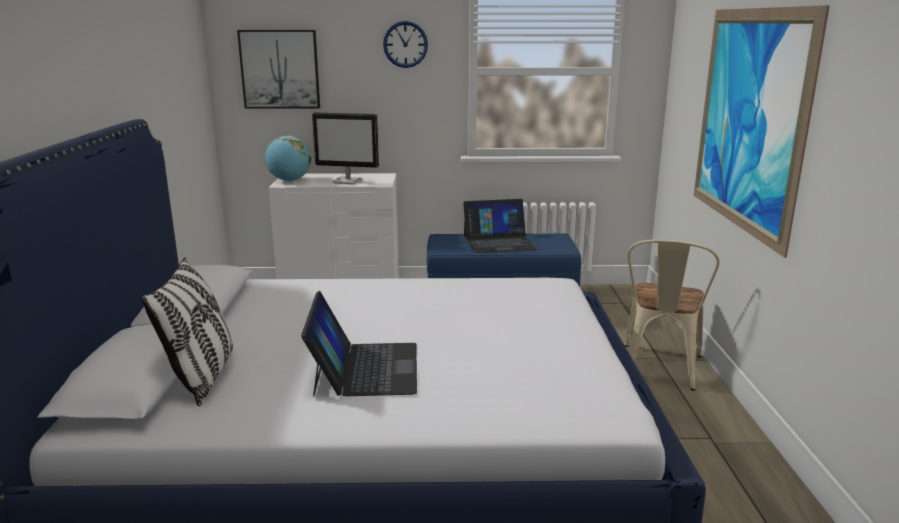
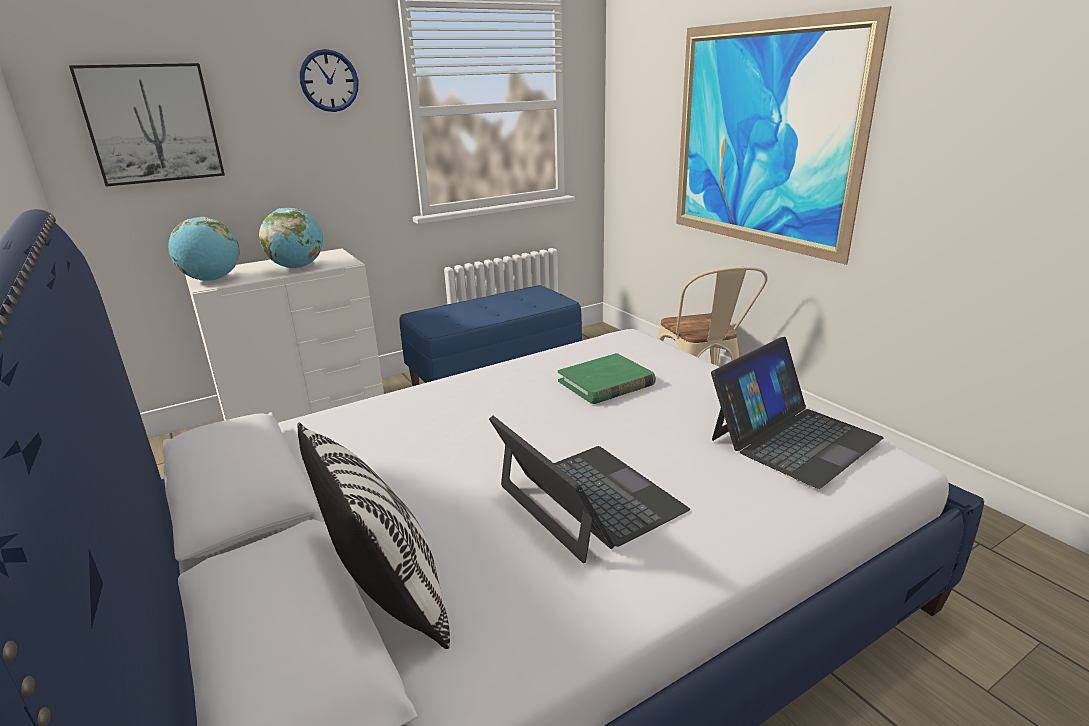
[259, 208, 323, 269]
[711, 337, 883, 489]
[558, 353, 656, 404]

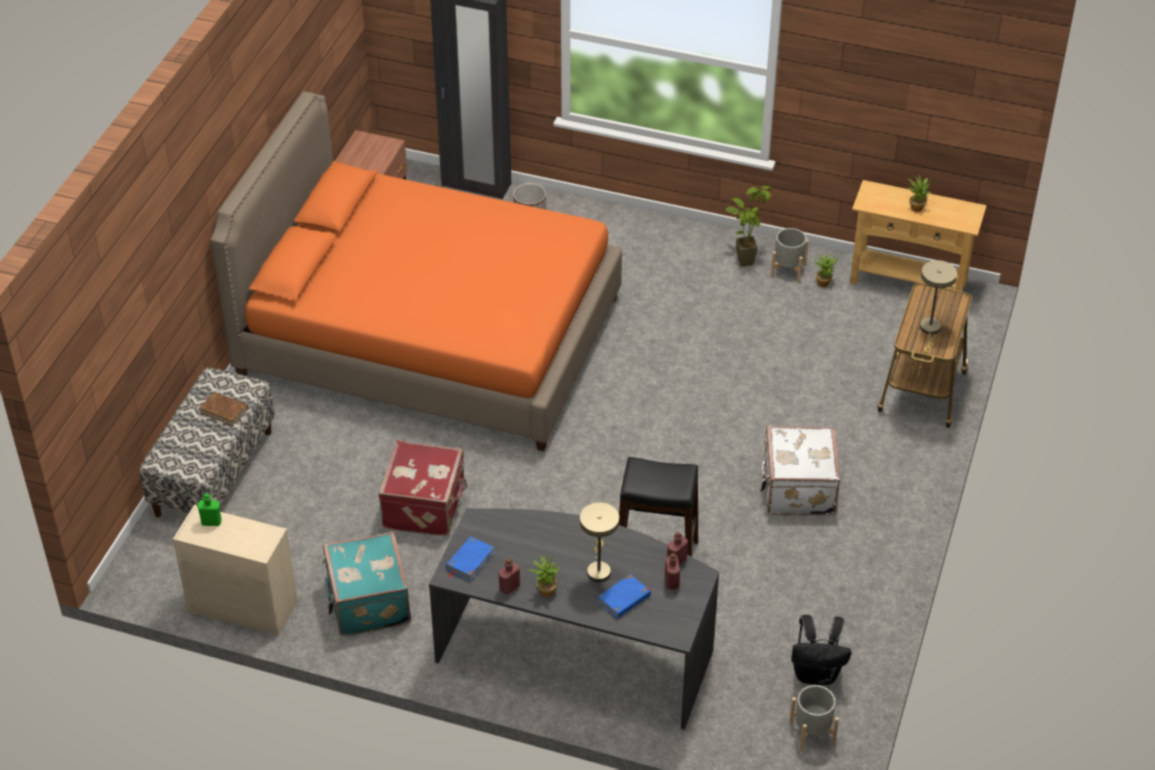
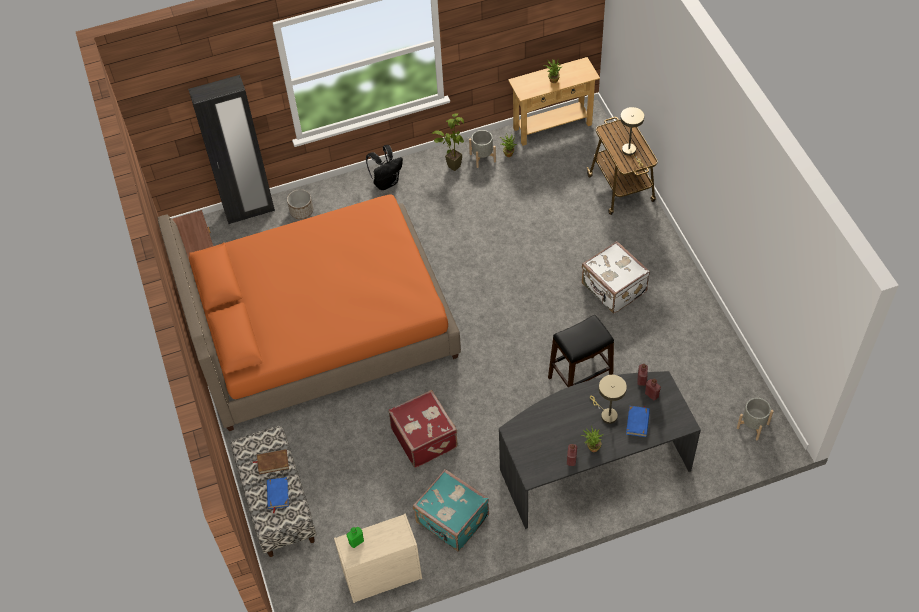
[267, 477, 289, 513]
[366, 145, 403, 190]

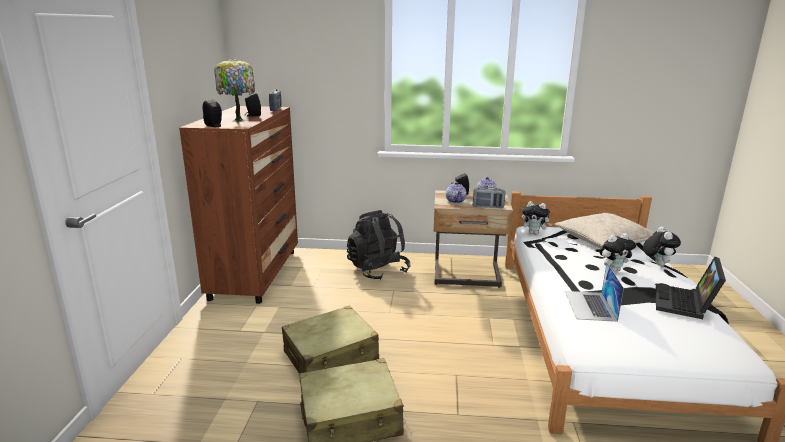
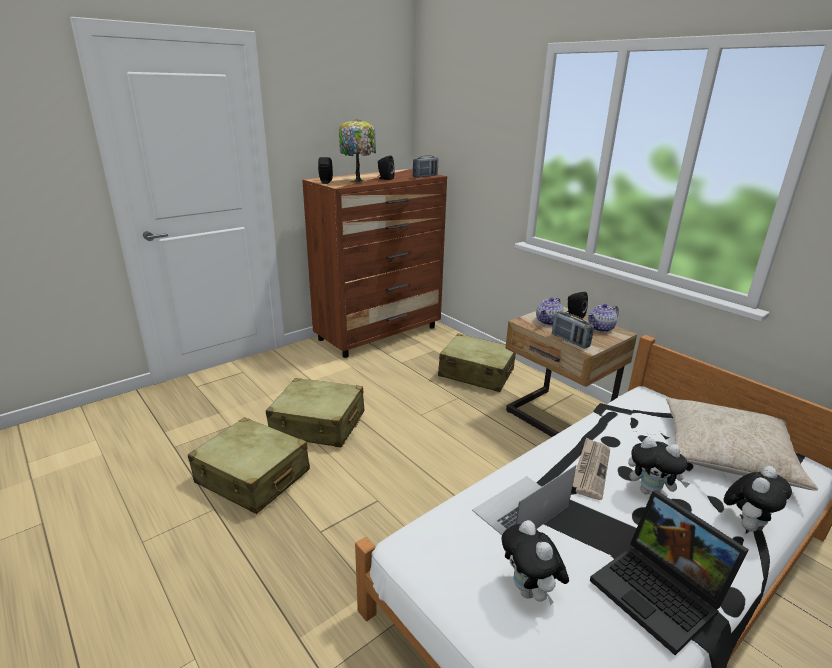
[502, 520, 569, 605]
[438, 333, 516, 392]
[590, 490, 749, 655]
[572, 437, 610, 500]

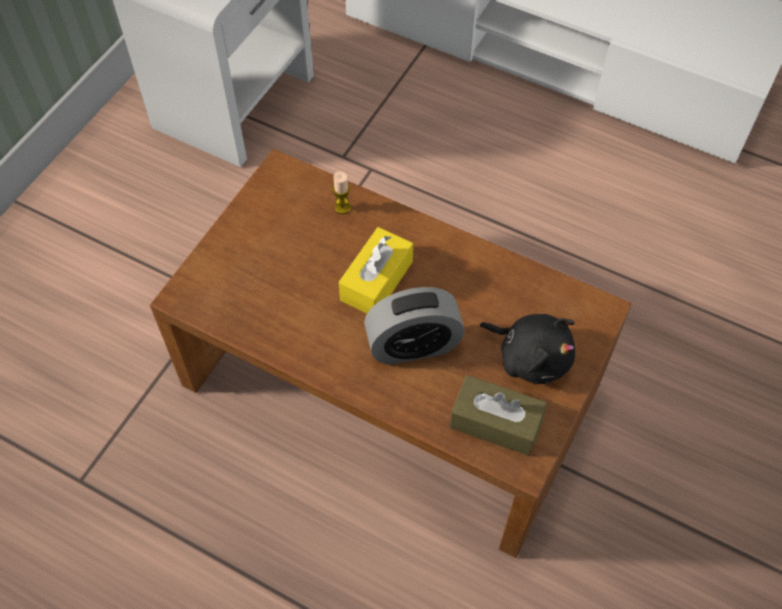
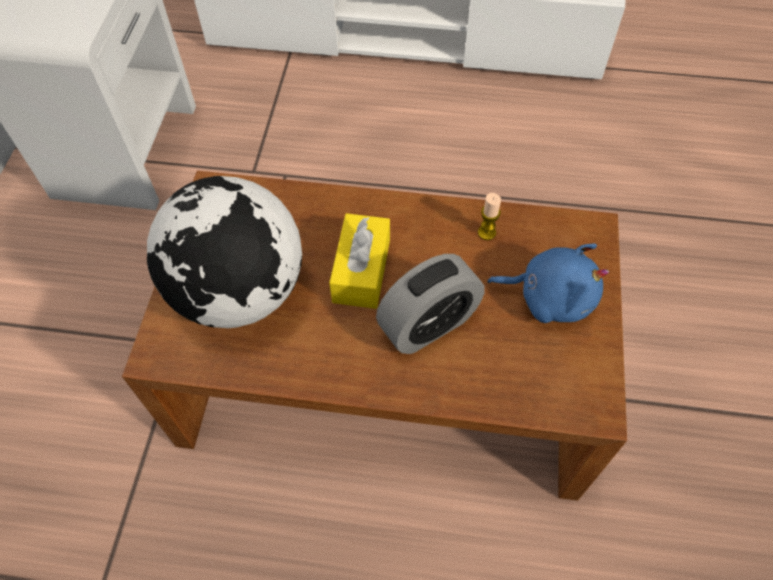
[478, 193, 501, 240]
[487, 243, 609, 323]
[450, 375, 547, 456] (first image)
[147, 176, 302, 328]

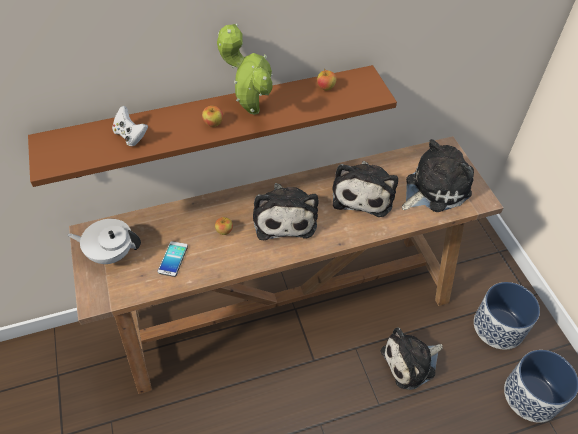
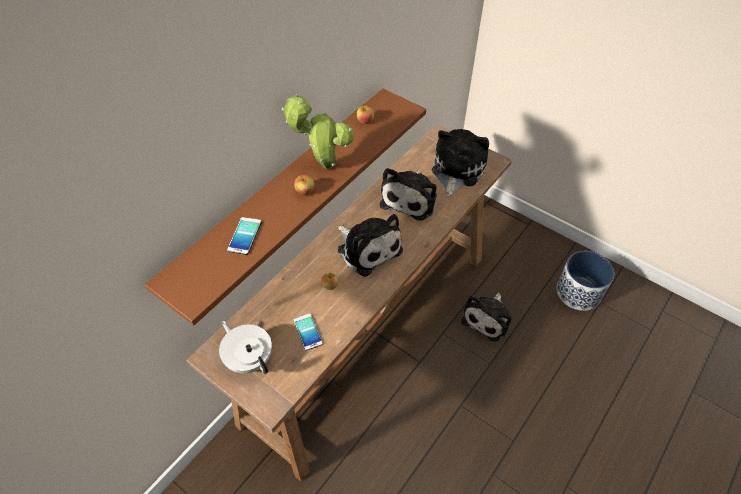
[227, 217, 262, 255]
[380, 168, 437, 221]
[219, 321, 272, 374]
[474, 282, 540, 350] (first image)

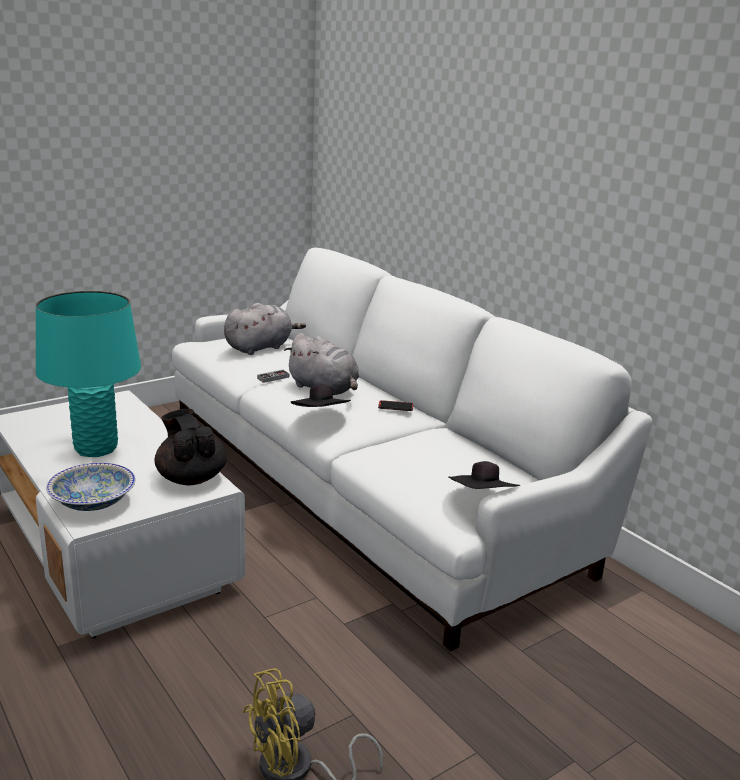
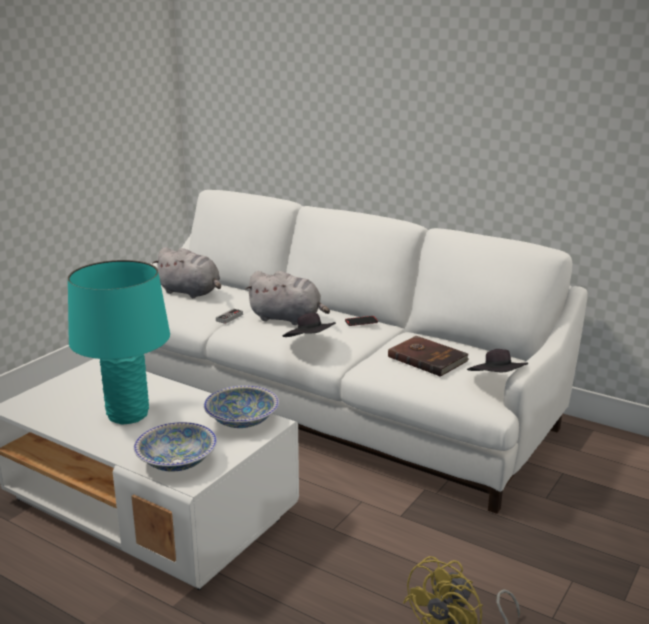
[152, 247, 221, 298]
[204, 385, 279, 428]
[388, 336, 469, 377]

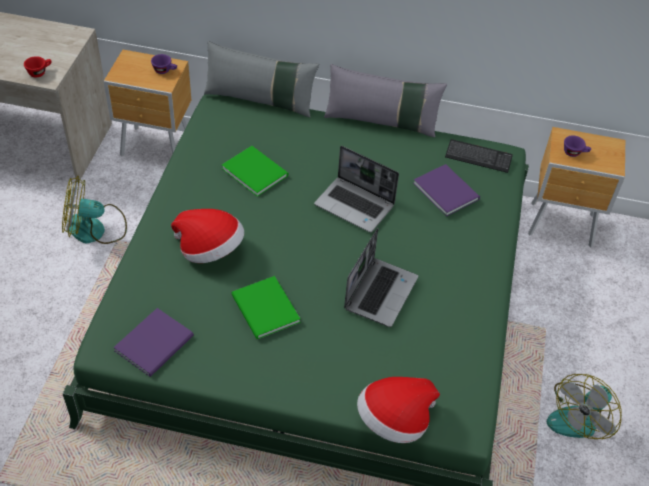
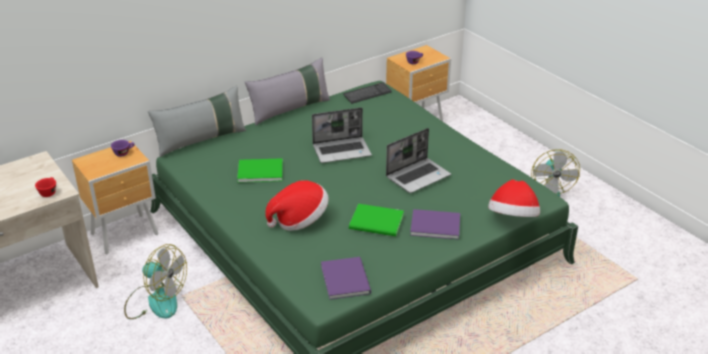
[410, 209, 460, 240]
[124, 244, 187, 319]
[386, 128, 451, 193]

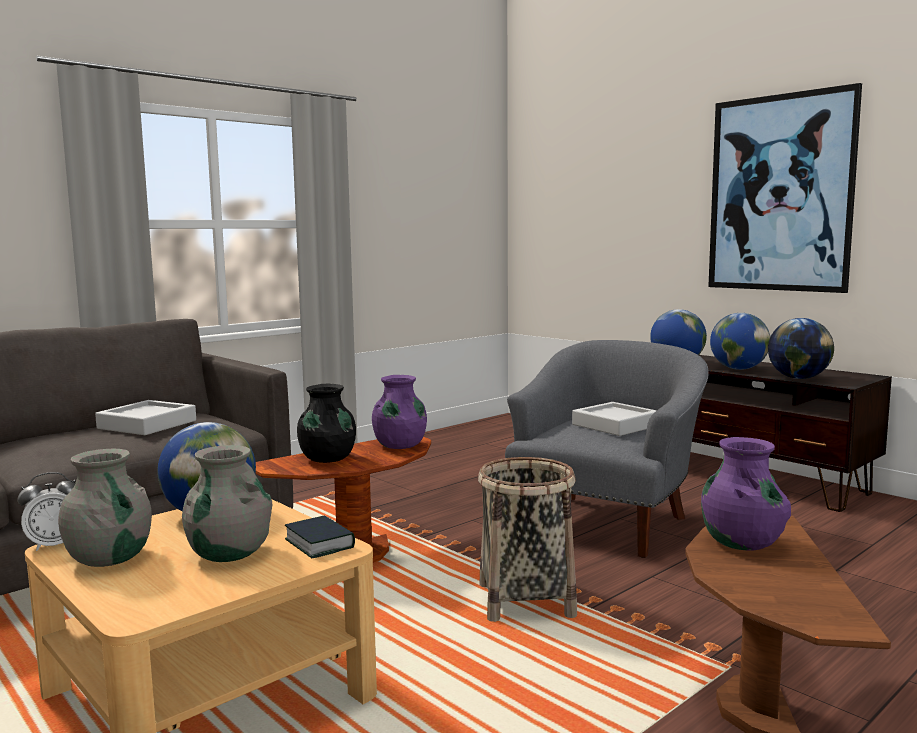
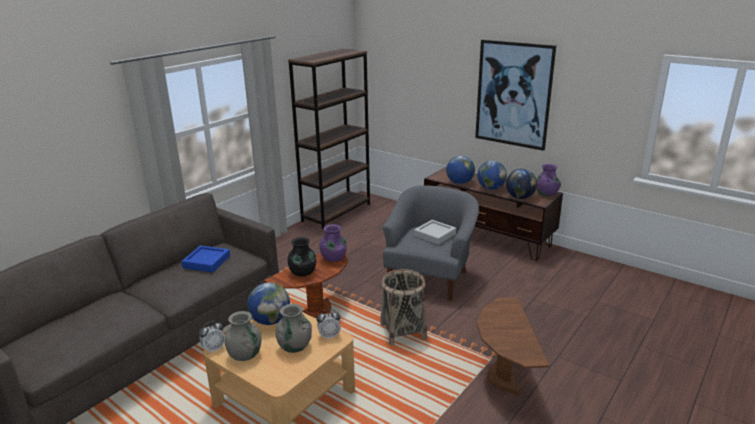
[181, 245, 230, 273]
[536, 164, 561, 196]
[317, 309, 341, 340]
[288, 48, 370, 229]

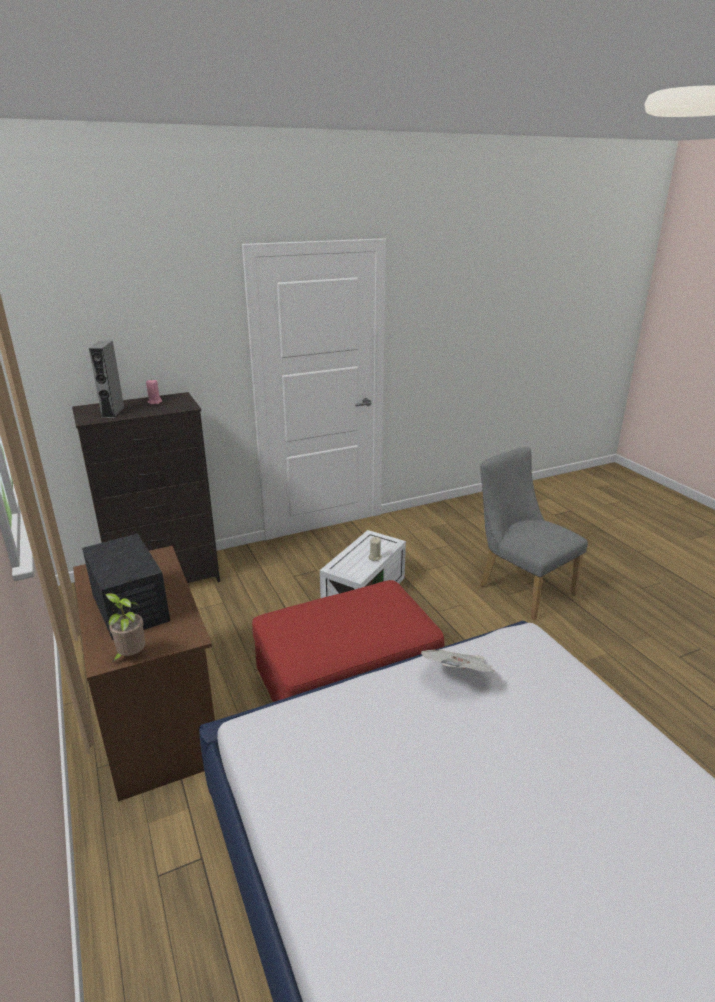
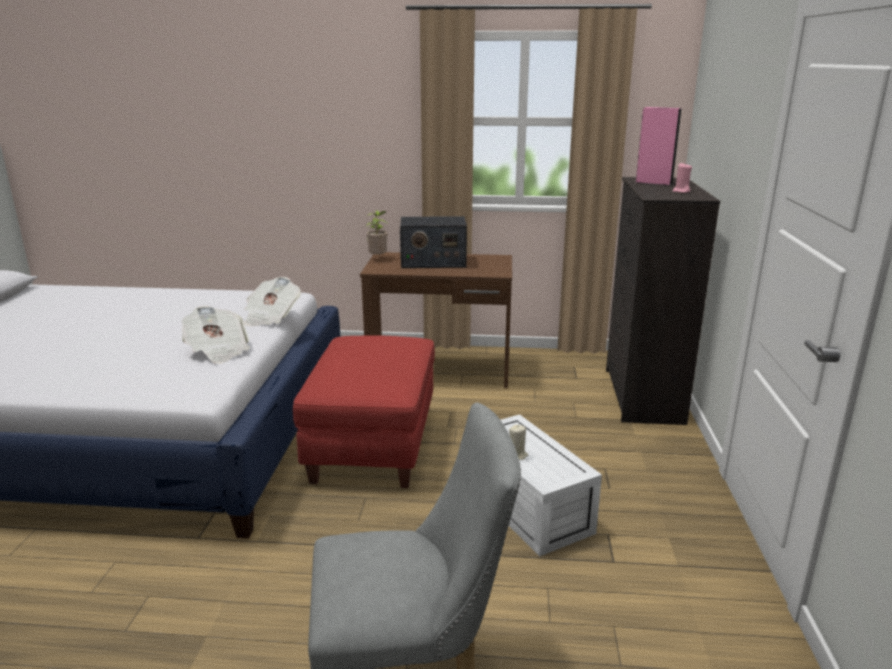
[636, 107, 682, 186]
[244, 277, 301, 327]

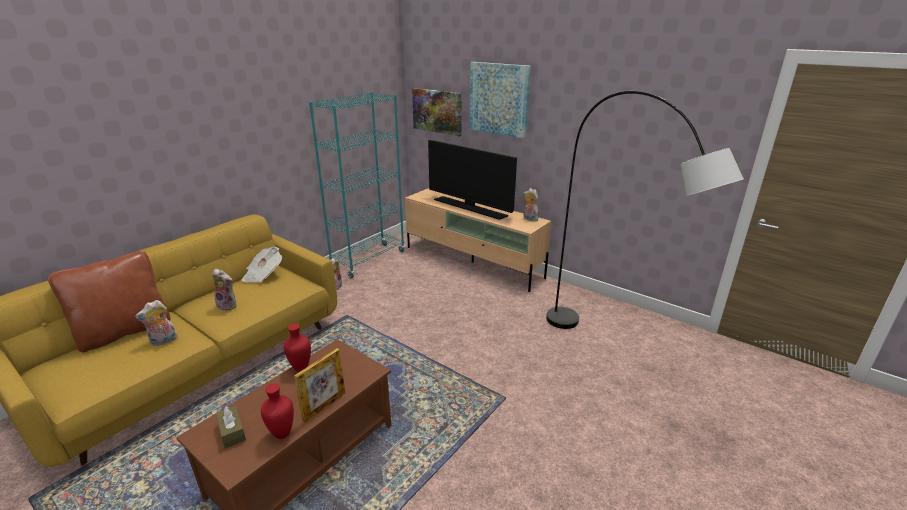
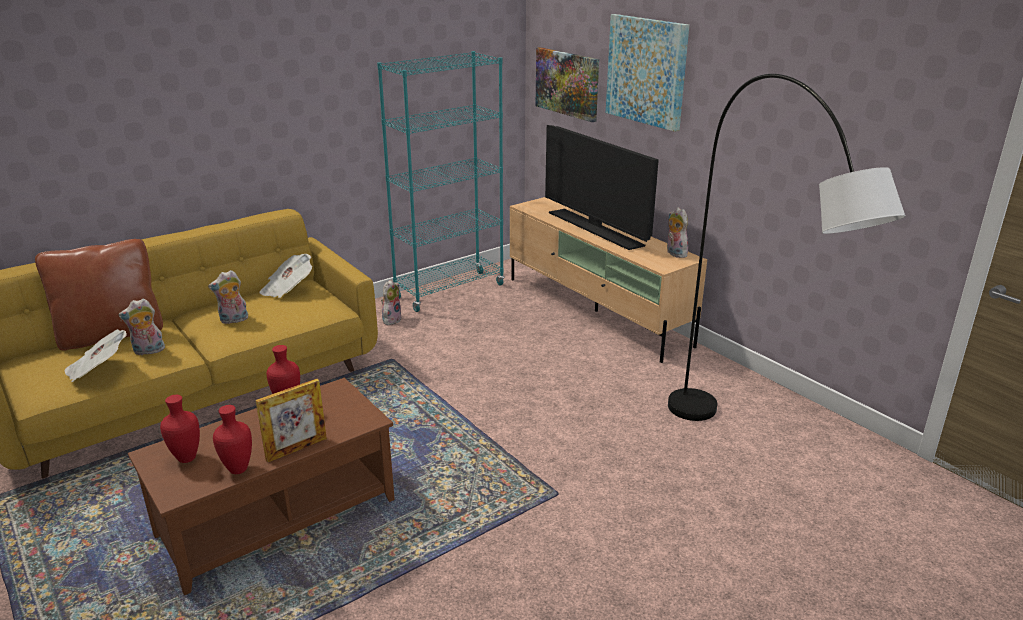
[208, 270, 248, 324]
[160, 395, 200, 463]
[64, 329, 127, 382]

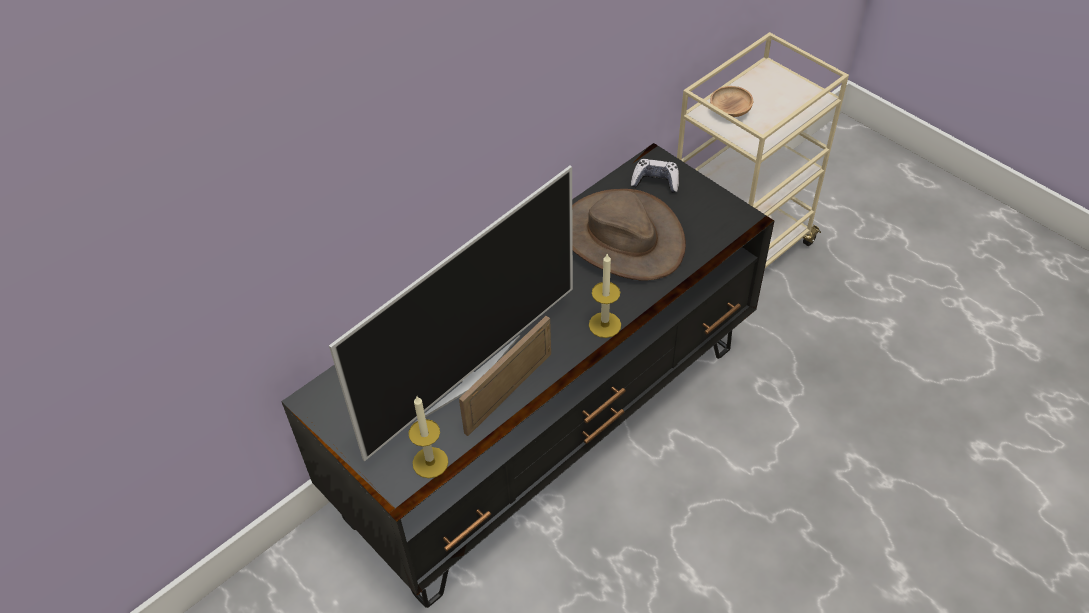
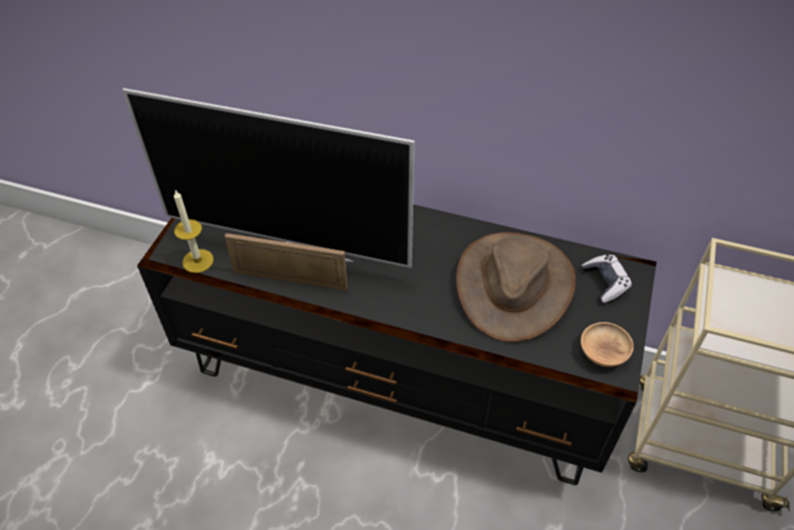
[581, 322, 634, 367]
[589, 253, 621, 338] (first image)

